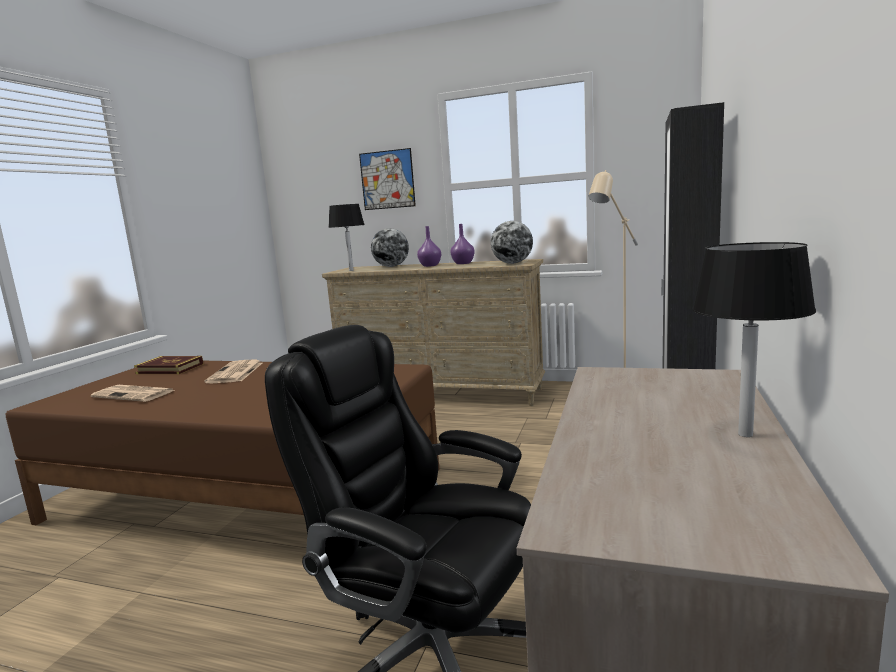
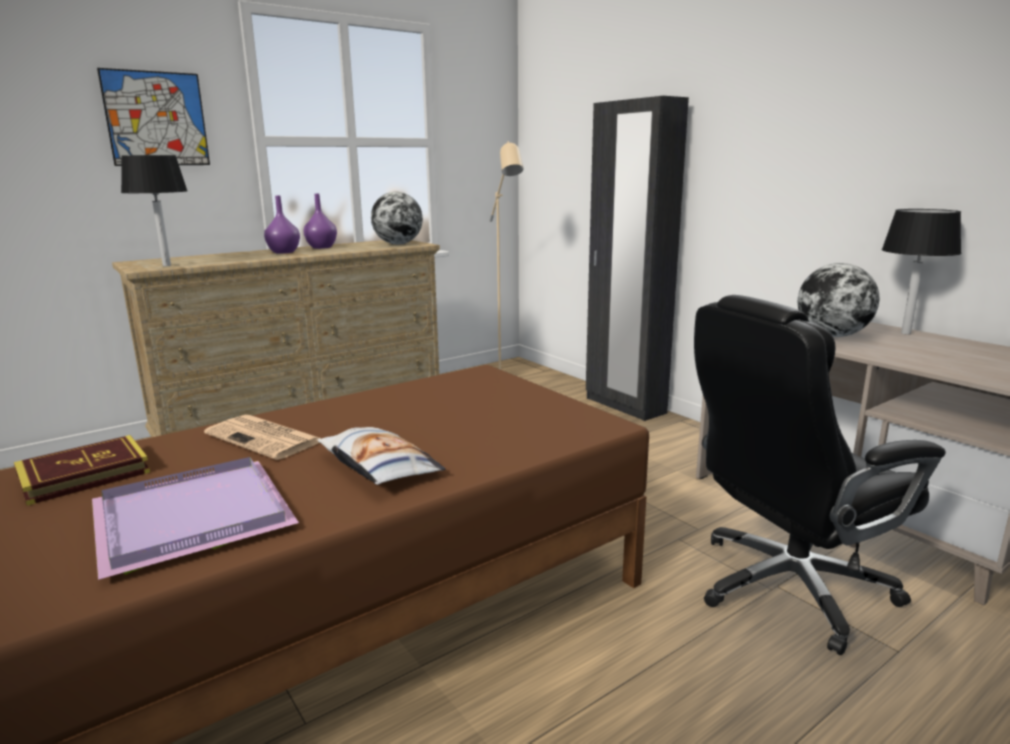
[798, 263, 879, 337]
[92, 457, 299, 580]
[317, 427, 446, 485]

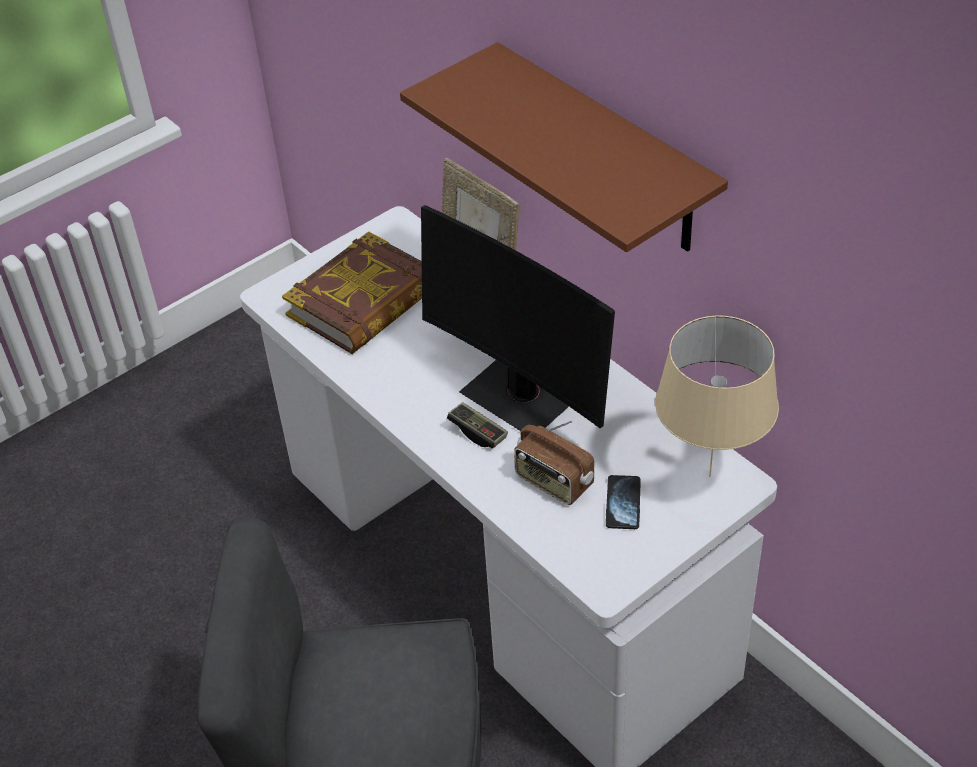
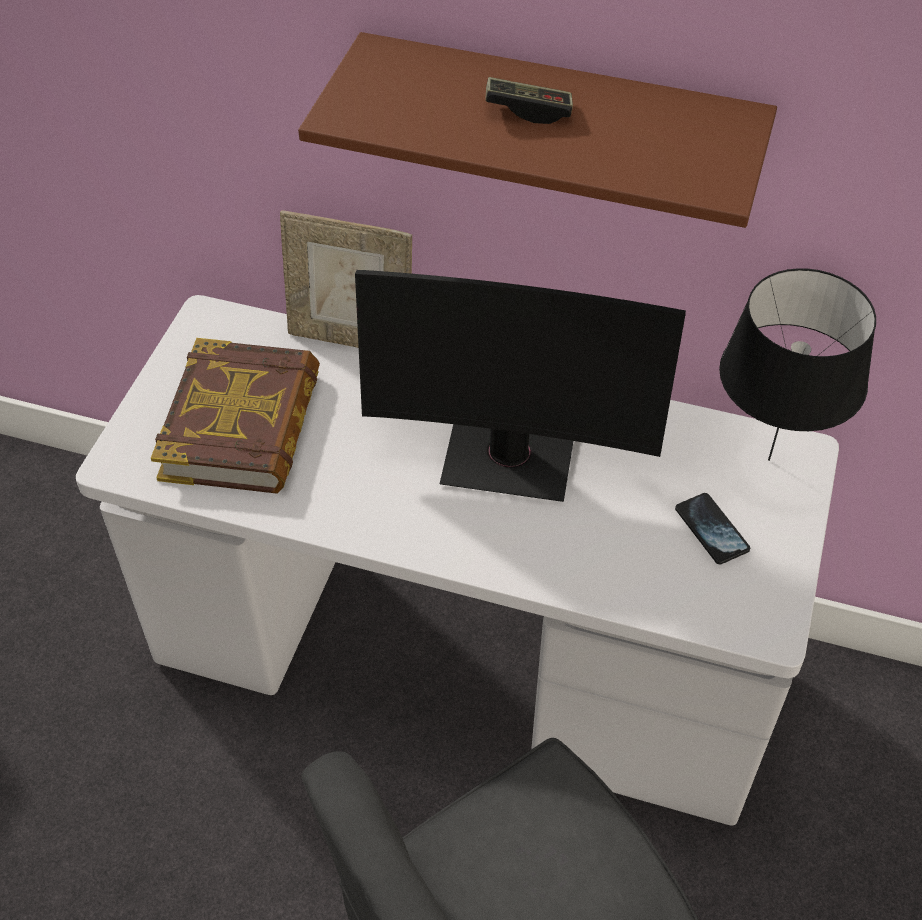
[719, 268, 876, 461]
[485, 77, 573, 124]
[514, 421, 594, 505] (first image)

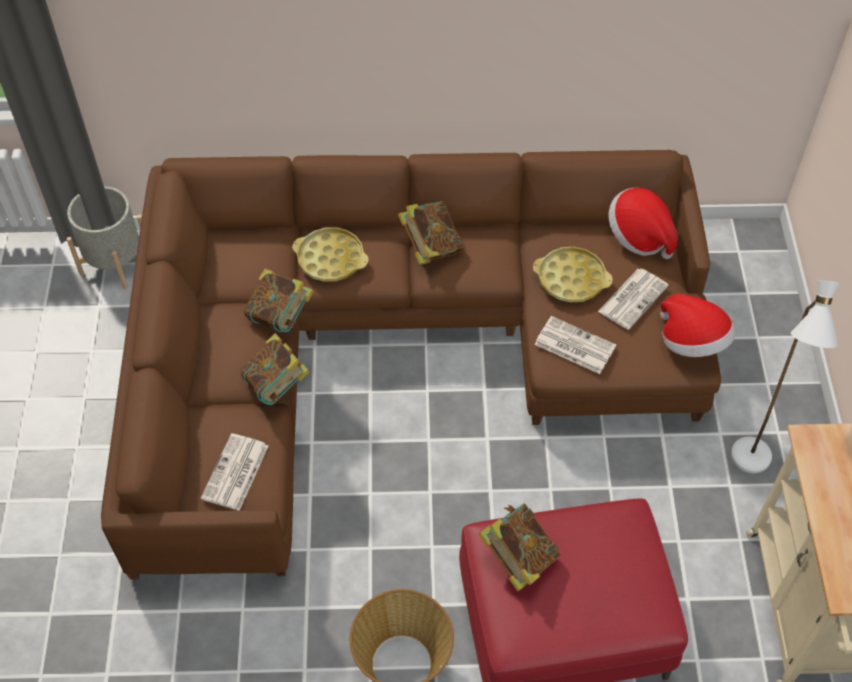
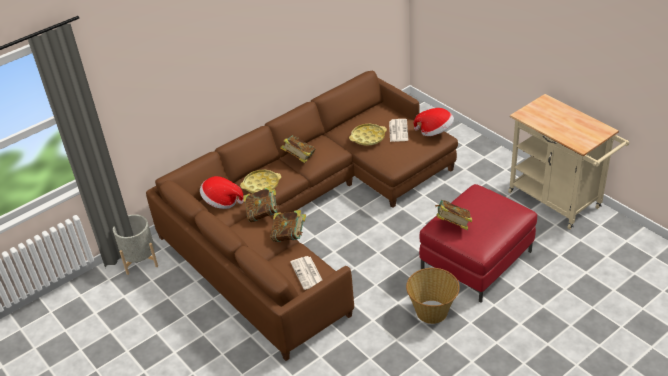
[200, 176, 244, 209]
[731, 280, 840, 473] (first image)
[534, 316, 616, 374] (first image)

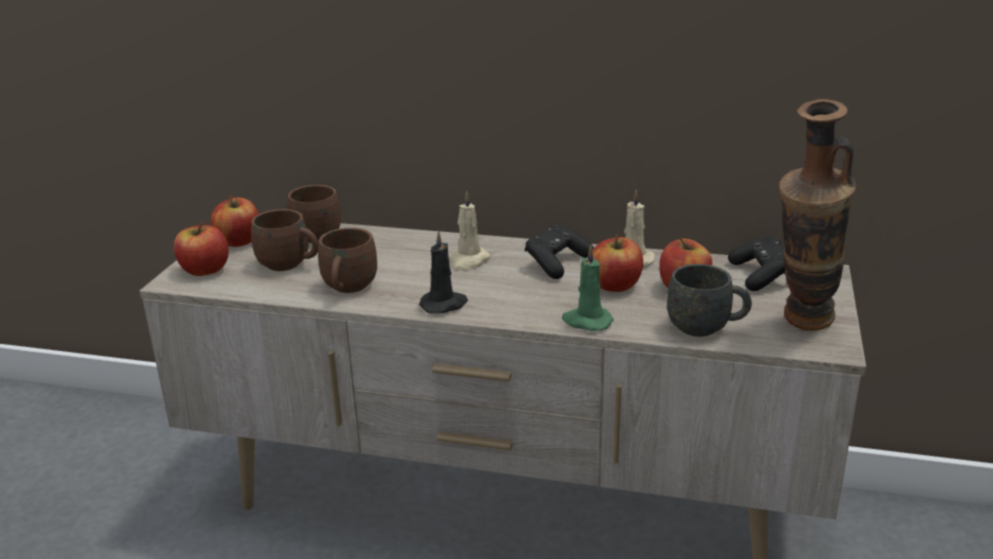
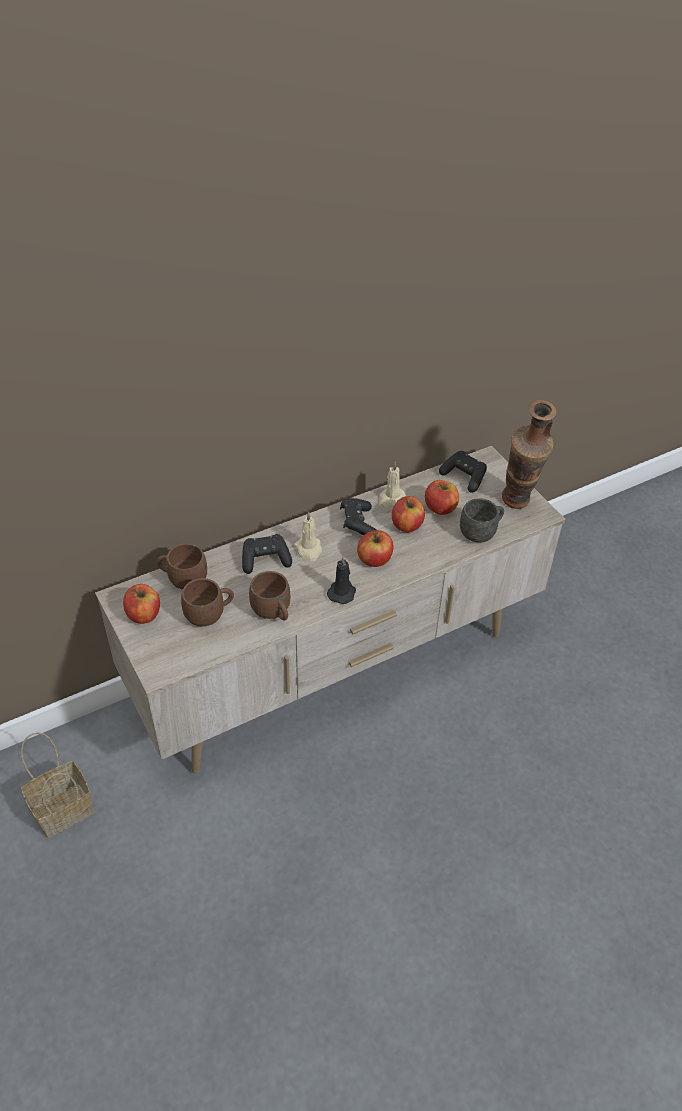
[357, 530, 394, 567]
[562, 244, 614, 331] (first image)
[242, 534, 292, 574]
[21, 732, 94, 838]

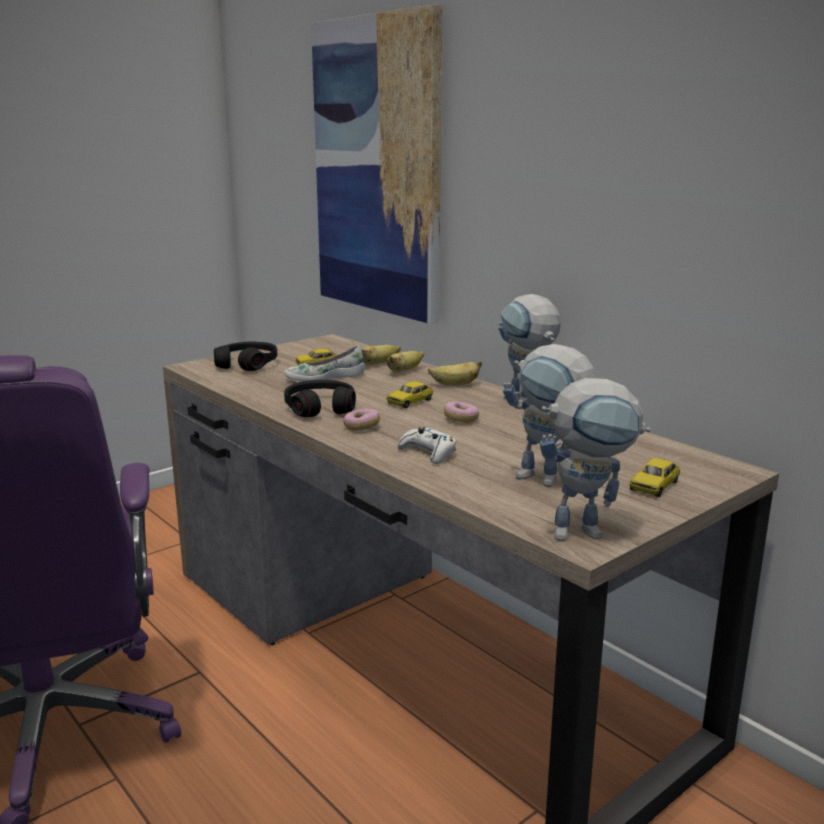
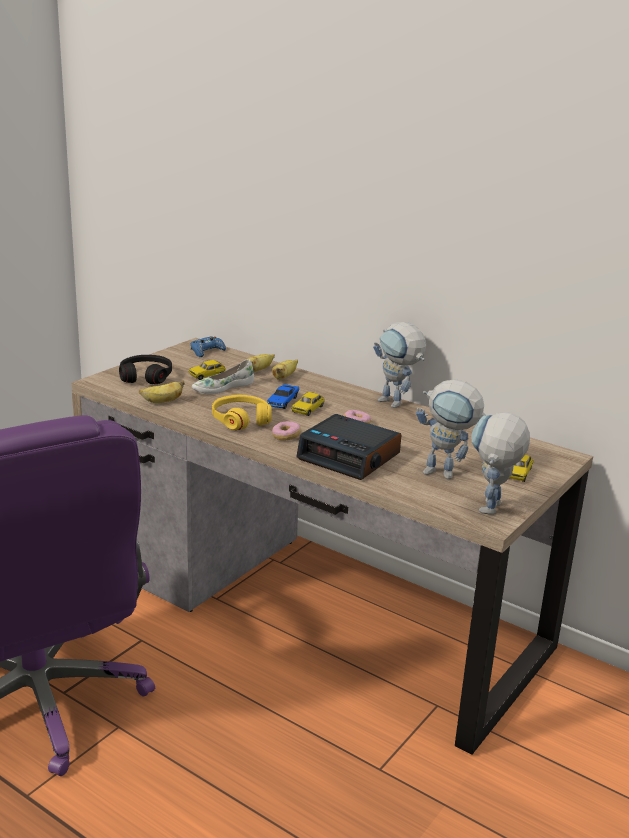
[311, 4, 442, 324] (first image)
[139, 380, 185, 403]
[471, 412, 530, 515]
[212, 395, 272, 430]
[296, 414, 402, 480]
[191, 336, 226, 357]
[267, 384, 299, 409]

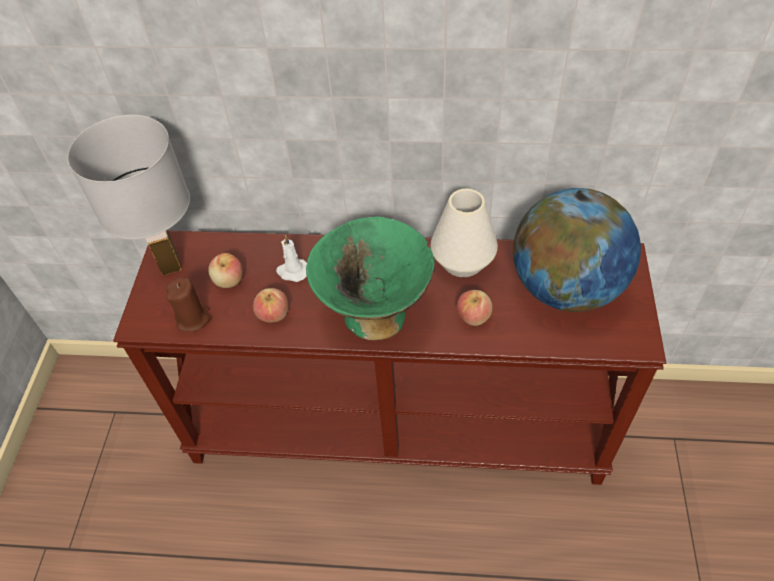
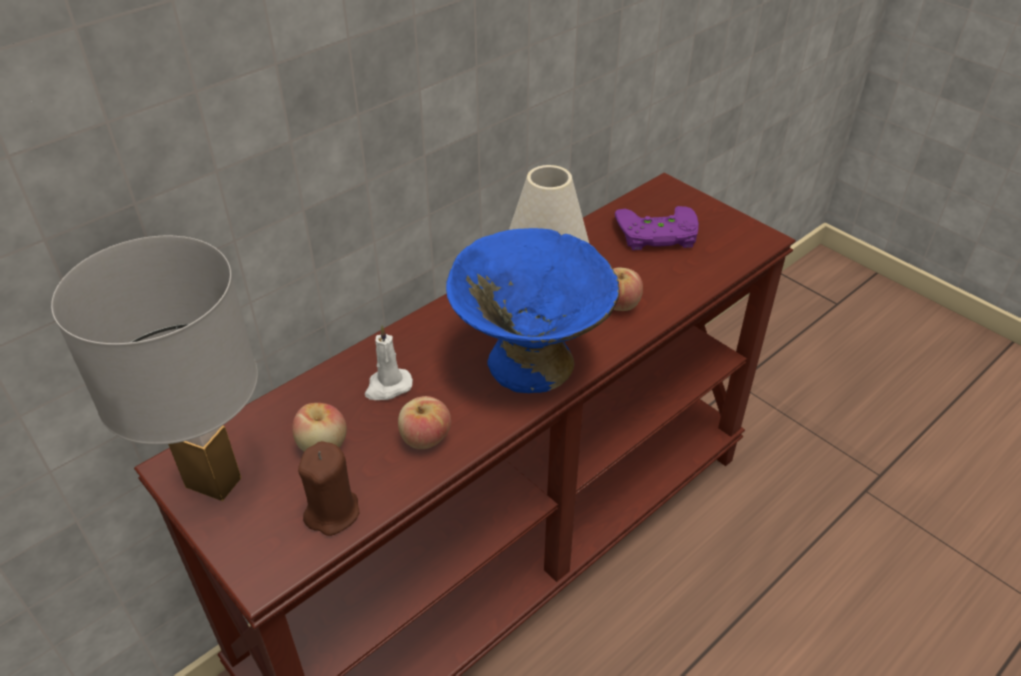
[615, 206, 699, 250]
[446, 228, 620, 393]

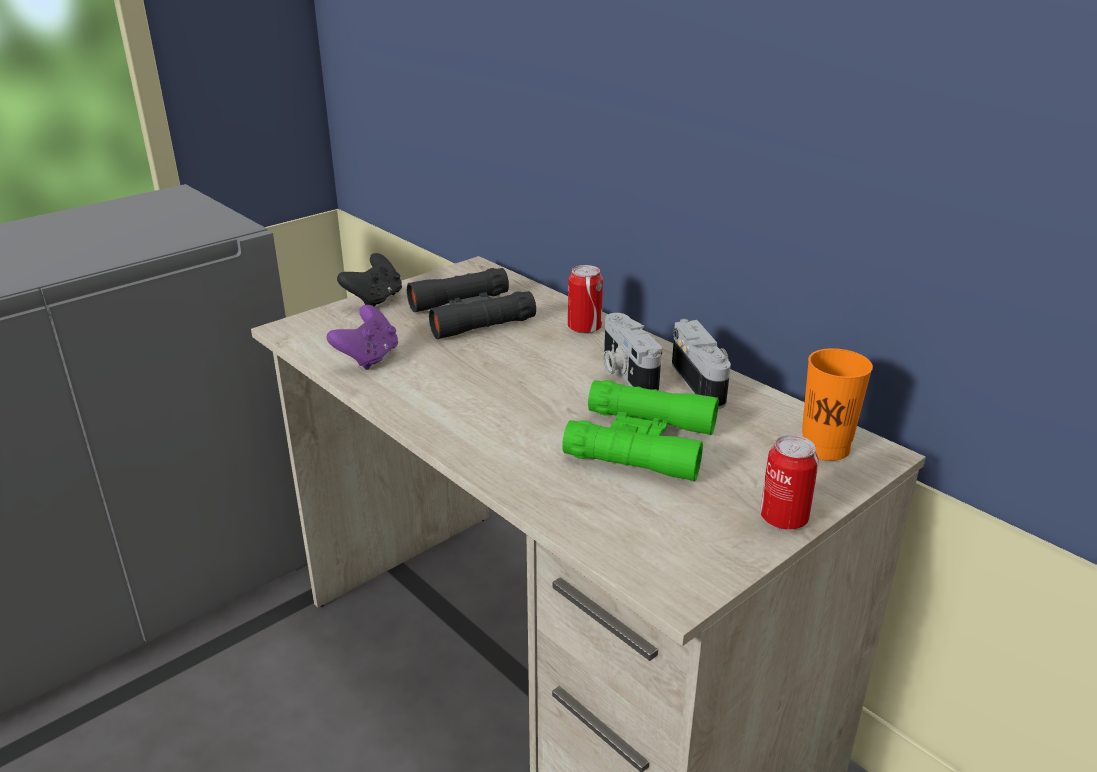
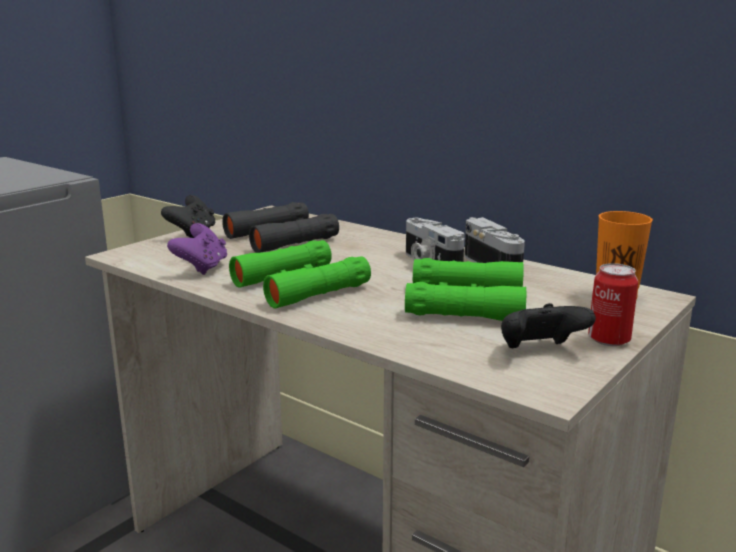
[568, 265, 603, 334] (first image)
[229, 240, 371, 309]
[501, 303, 596, 348]

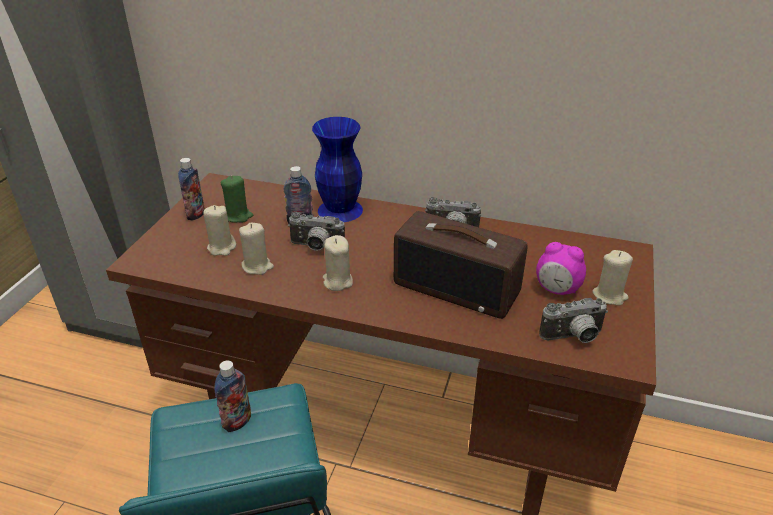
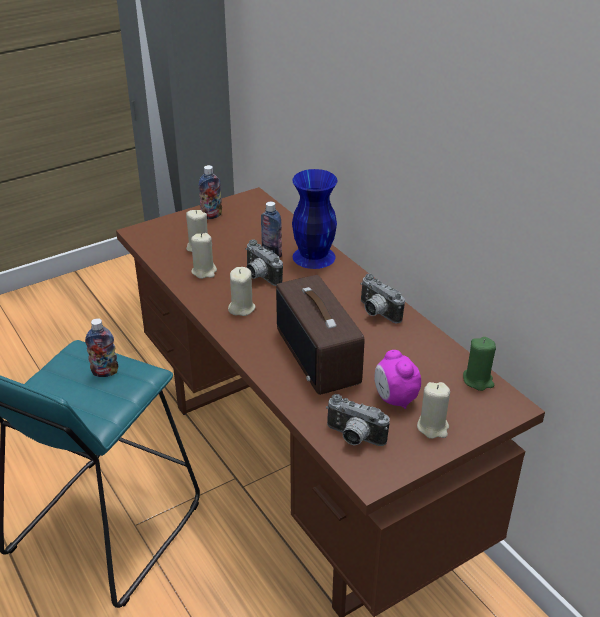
[463, 337, 496, 391]

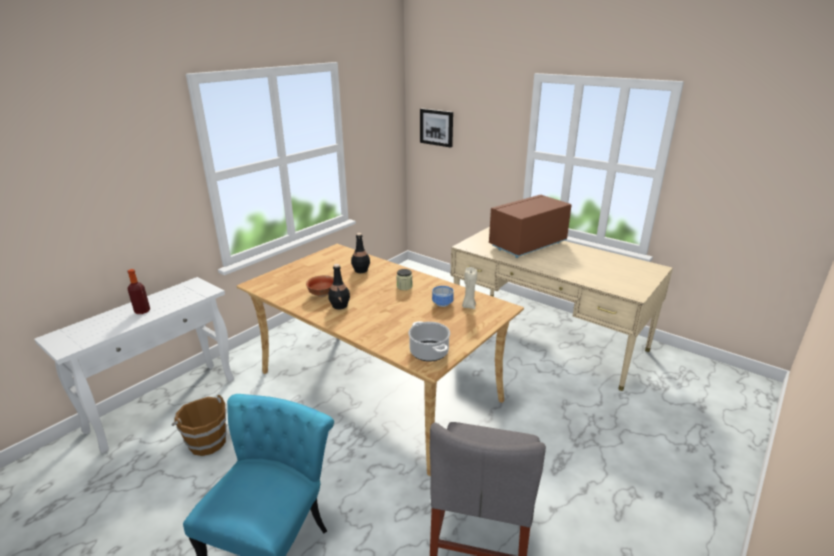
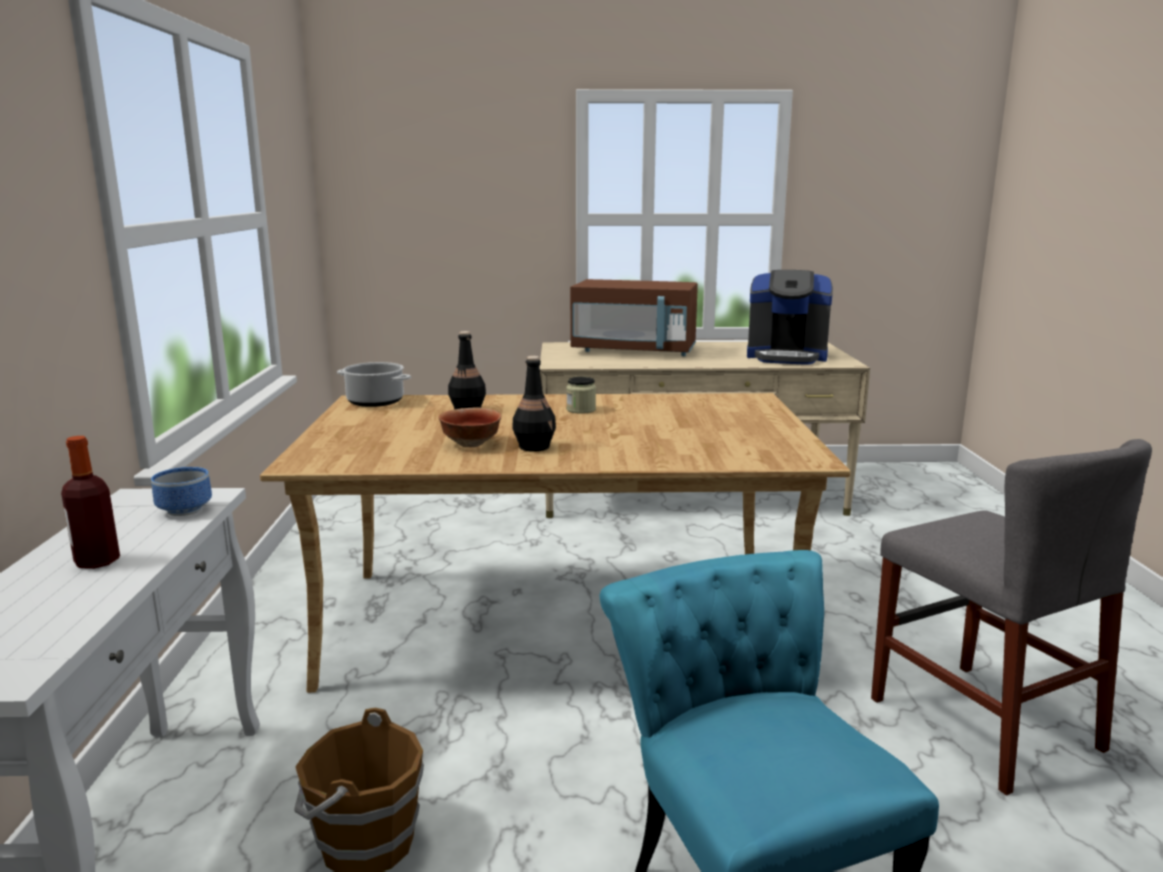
[420, 108, 453, 148] (first image)
[570, 279, 698, 356]
[462, 267, 477, 309] (first image)
[151, 467, 212, 516]
[337, 362, 411, 407]
[747, 270, 833, 365]

